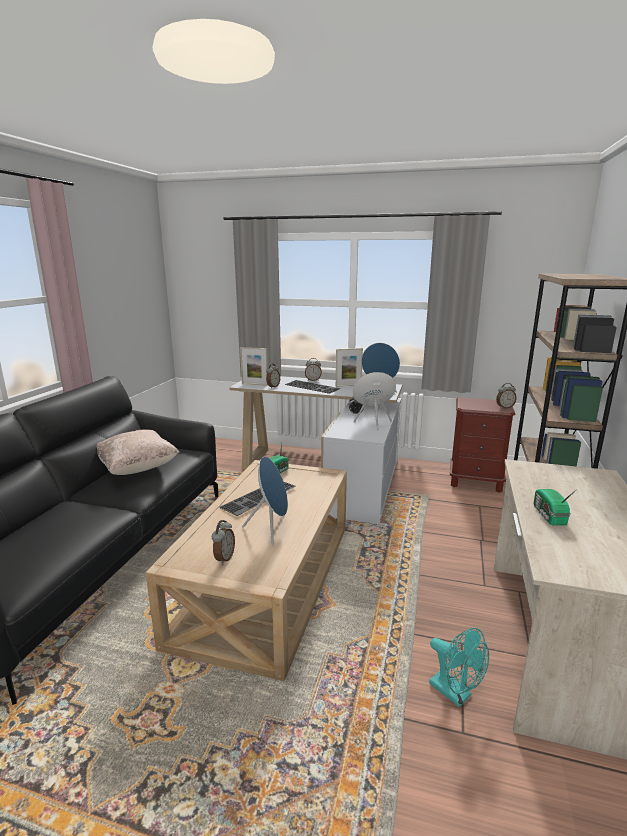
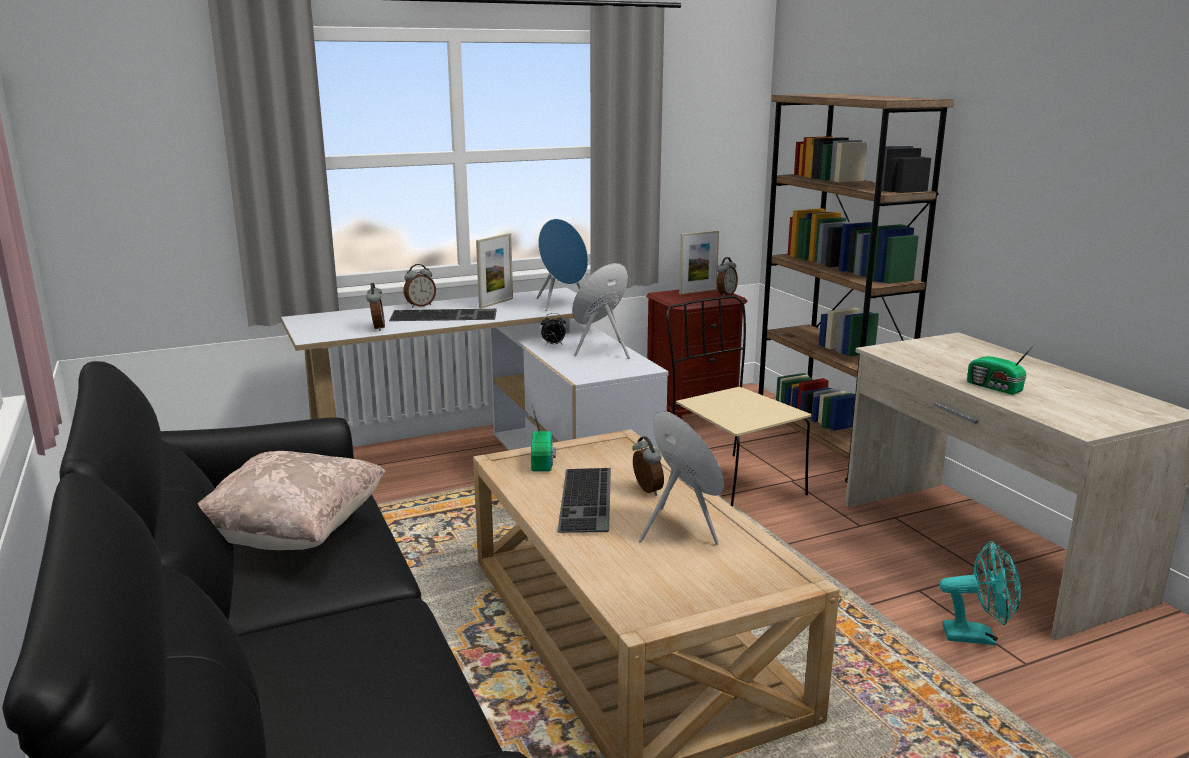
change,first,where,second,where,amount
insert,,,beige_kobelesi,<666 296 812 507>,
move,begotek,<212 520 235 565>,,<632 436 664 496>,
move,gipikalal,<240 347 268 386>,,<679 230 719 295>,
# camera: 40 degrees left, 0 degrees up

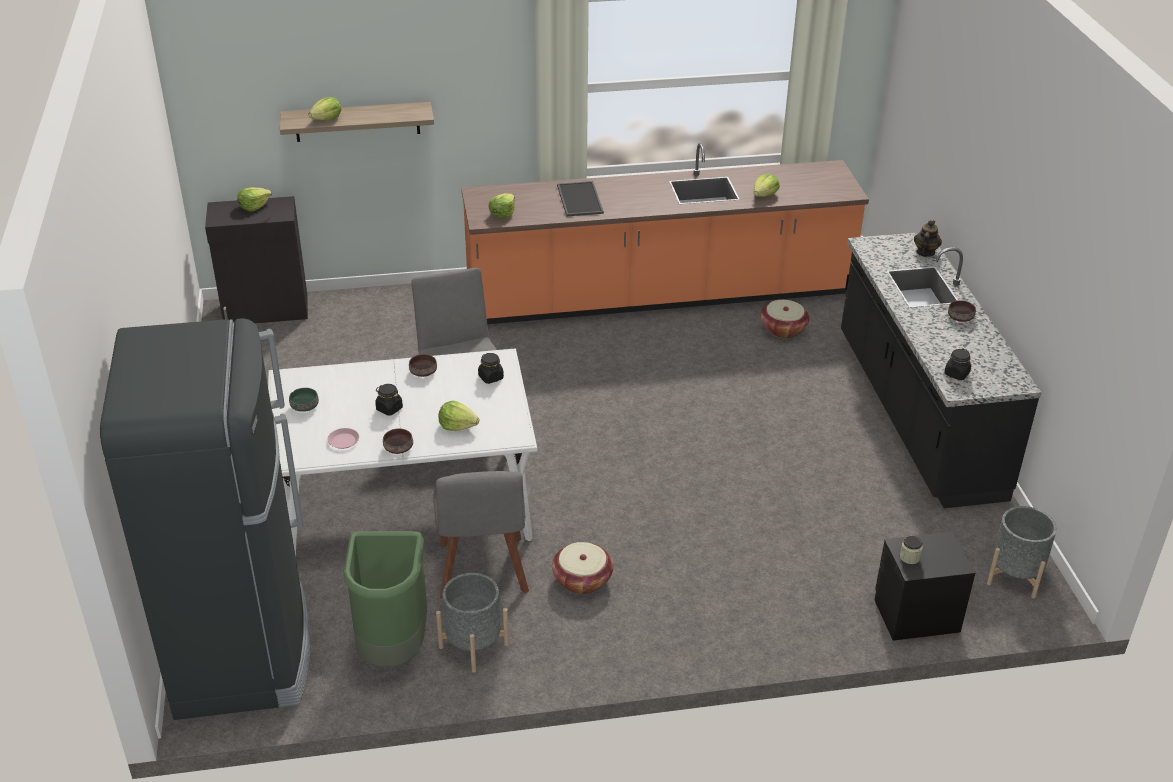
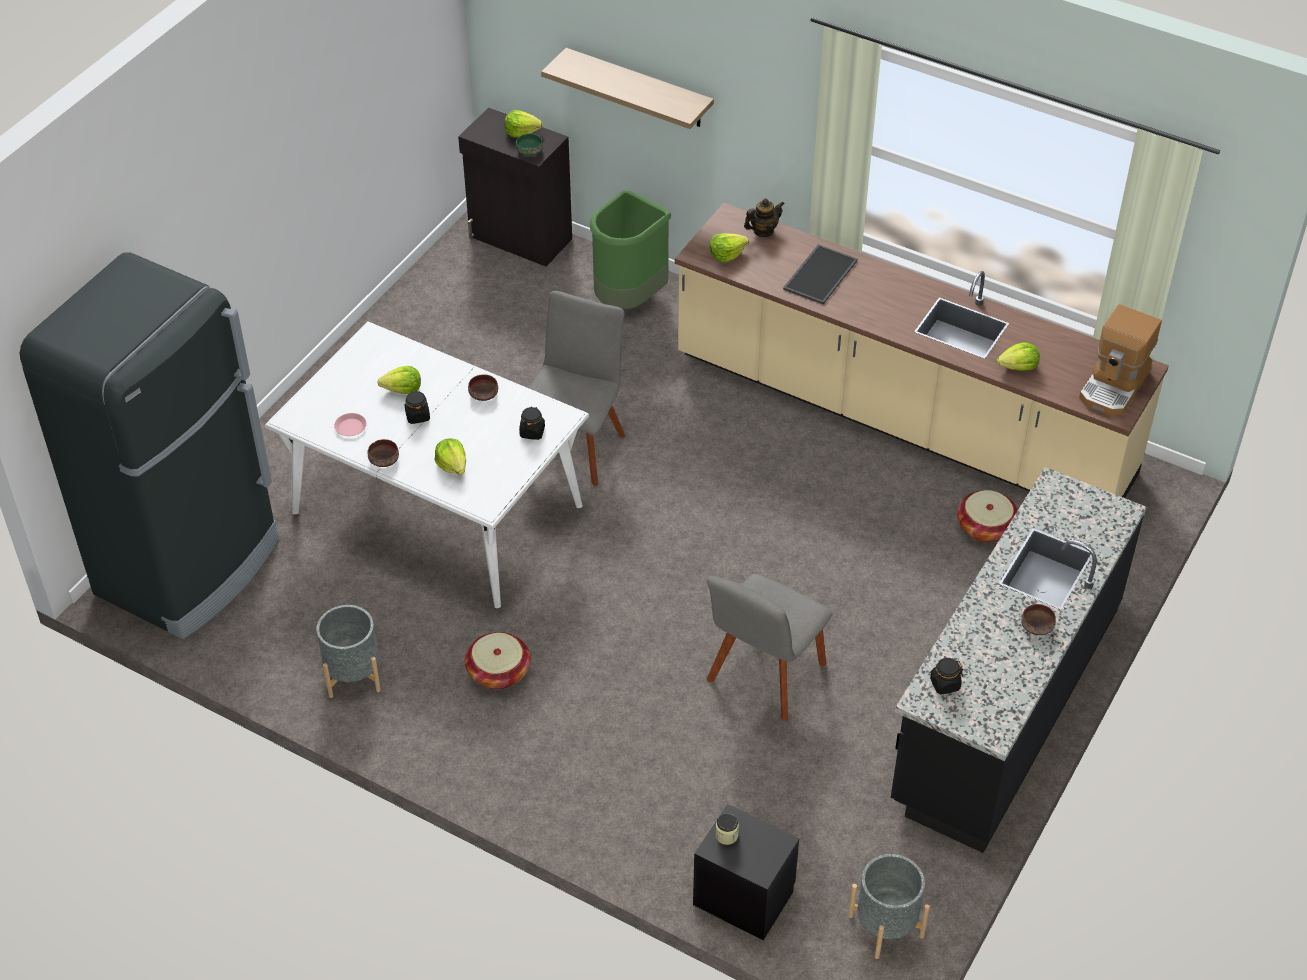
change,first,where,second,where,amount
insert,,,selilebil,<1079 304 1162 416>,
move,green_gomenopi,<289 388 319 412>,,<516 134 543 156>,
move,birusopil,<309 97 342 120>,,<377 366 421 394>,
move,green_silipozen,<343 531 427 667>,,<590 190 671 309>,
move,grey_kobelesi,<433 471 529 599>,,<707 574 832 721>,
move,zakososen,<914 220 942 257>,,<744 198 785 237>,
recolor,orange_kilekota,<461 143 869 324>,beige_kilekota,<675 203 1169 498>,
# camera: 40 degrees right, 10 degrees up

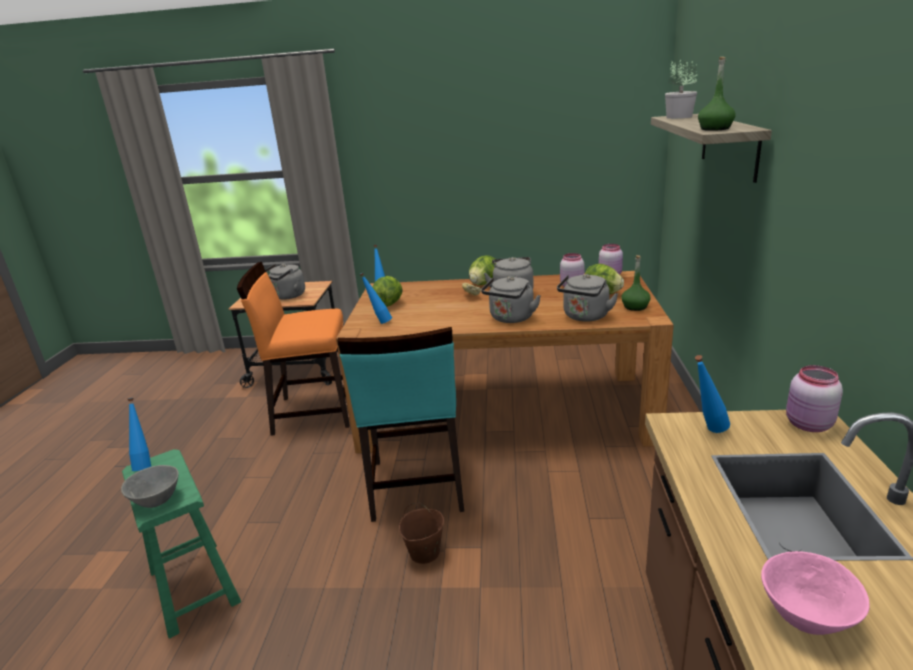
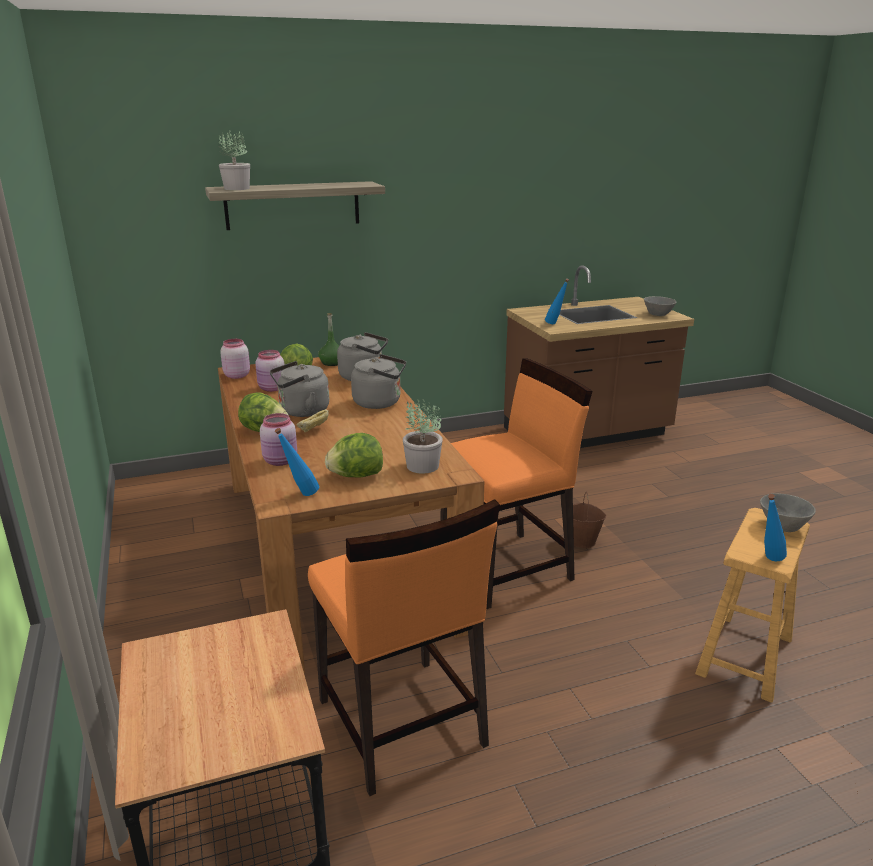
change,first,where,second,where,amount
delete,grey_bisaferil,<265 264 305 299>,,,
delete,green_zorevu,<698 57 736 131>,,,
move,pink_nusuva,<786 365 843 432>,,<260 413 297 466>,
replace,blue_zorevu,<360 273 392 324>,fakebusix,<403 399 443 474>,
recolor,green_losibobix,<122 449 241 638>,brown_losibobix,<695 508 810 703>,
recolor,turquoise_kobelesi,<337 327 464 522>,orange_kobelesi,<440 358 592 609>,
recolor,pink_gomenopi,<761 551 870 635>,grey_gomenopi,<644 296 676 316>,
# camera: 115 degrees left, 0 degrees up

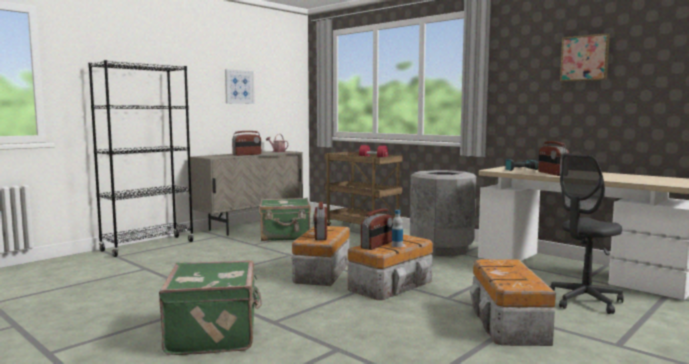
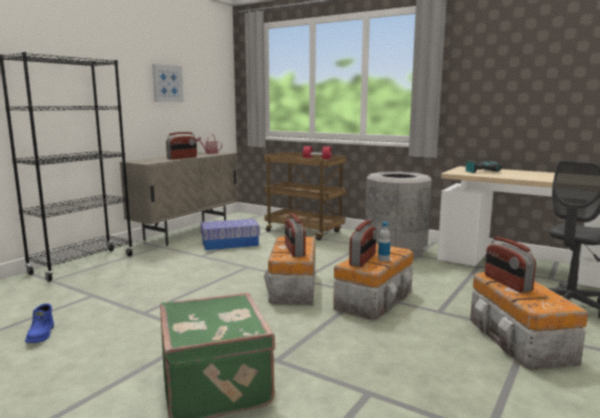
change,first,where,second,where,amount
delete,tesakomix,<560 33 610 82>,,,
insert,,,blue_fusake,<25 303 54 343>,
move,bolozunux,<538 141 569 176>,,<485 237 536 293>,
replace,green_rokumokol,<259 198 311 241>,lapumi,<200 219 260 250>,
# camera: 10 degrees left, 5 degrees up

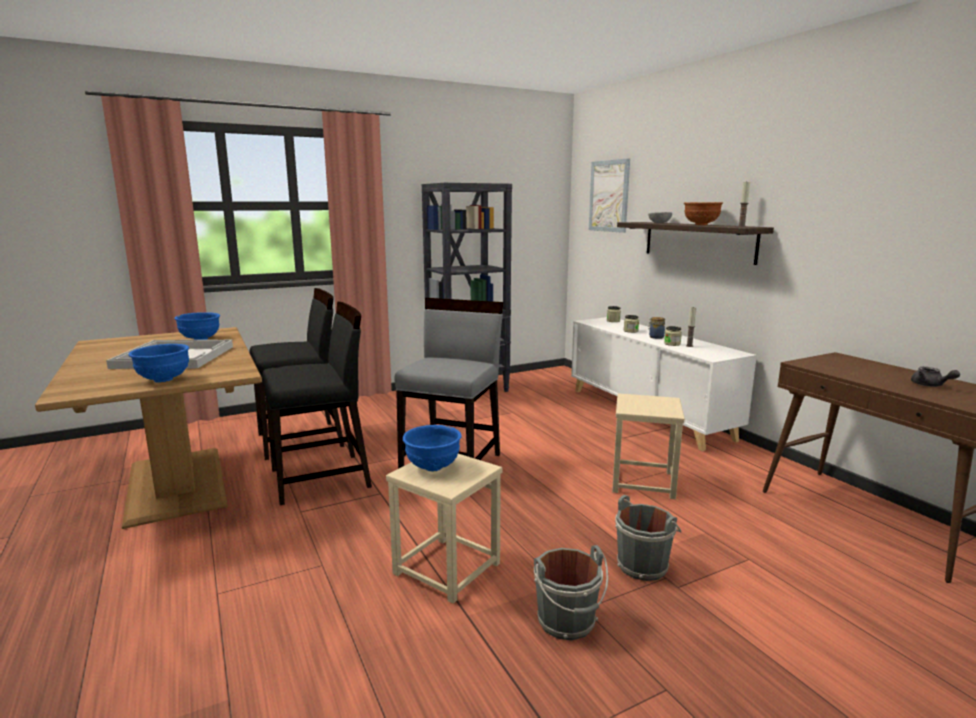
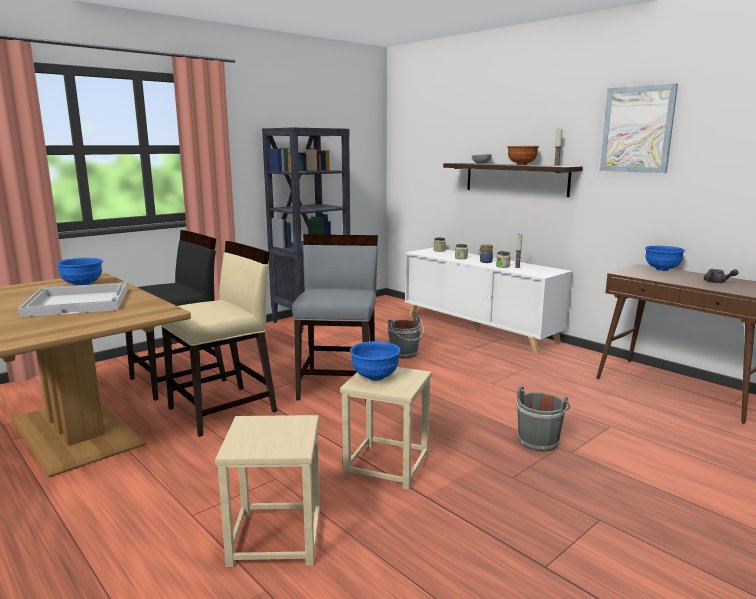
change,first,where,second,where,amount
move,blue_gomenopi,<128 344 189 383>,,<645 246 685 271>,
move,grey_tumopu,<534 545 608 640>,,<387 314 424 358>,
move,tesakomix,<589 158 630 233>,,<600 83 678 173>,
move,beige_losibobix,<612 393 685 499>,,<215 415 320 567>,
recolor,black_kobelesi,<262 302 372 505>,beige_kobelesi,<161 241 277 437>,
# camera: 15 degrees left, 0 degrees up

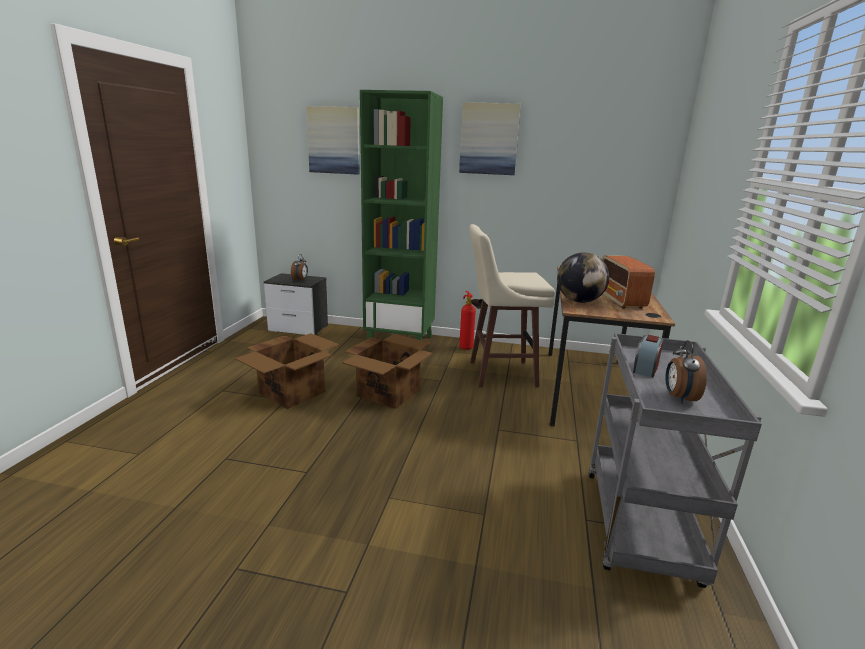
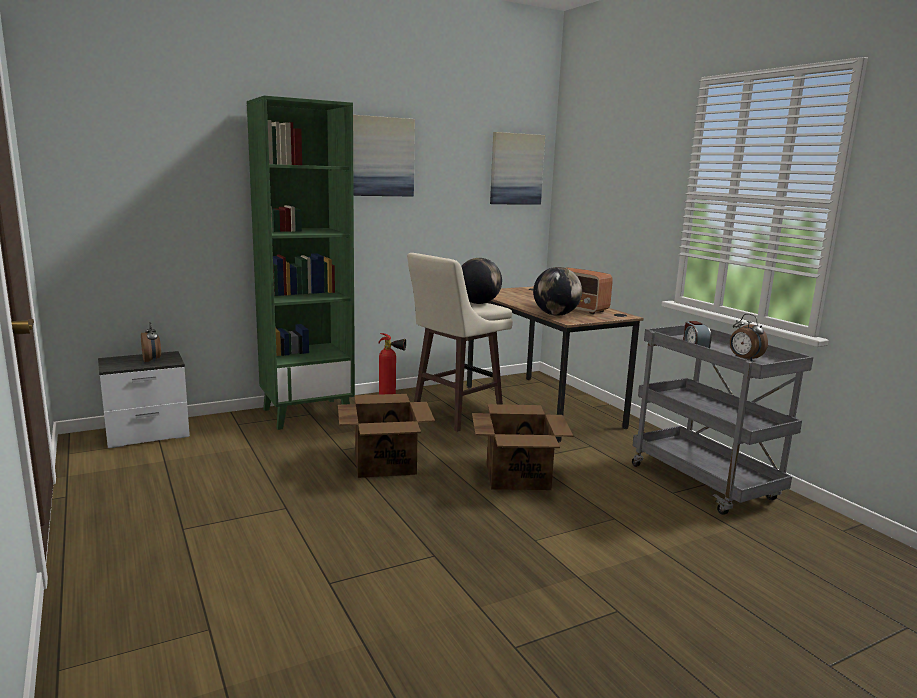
change,first,where,second,where,amount
insert,,,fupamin,<461 258 502 304>,
move,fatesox,<235 333 340 409>,,<472 404 573 490>,
move,tesakomix,<306 106 360 175>,,<490 132 545 205>,
# camera: 40 degrees left, 5 degrees down

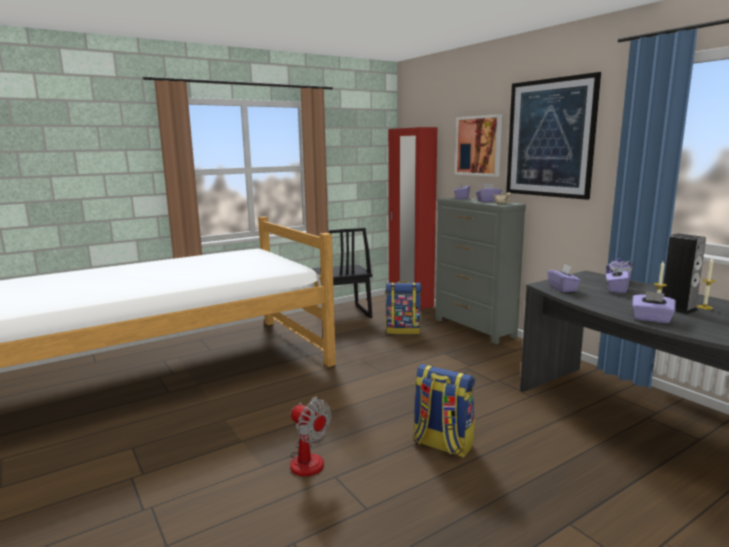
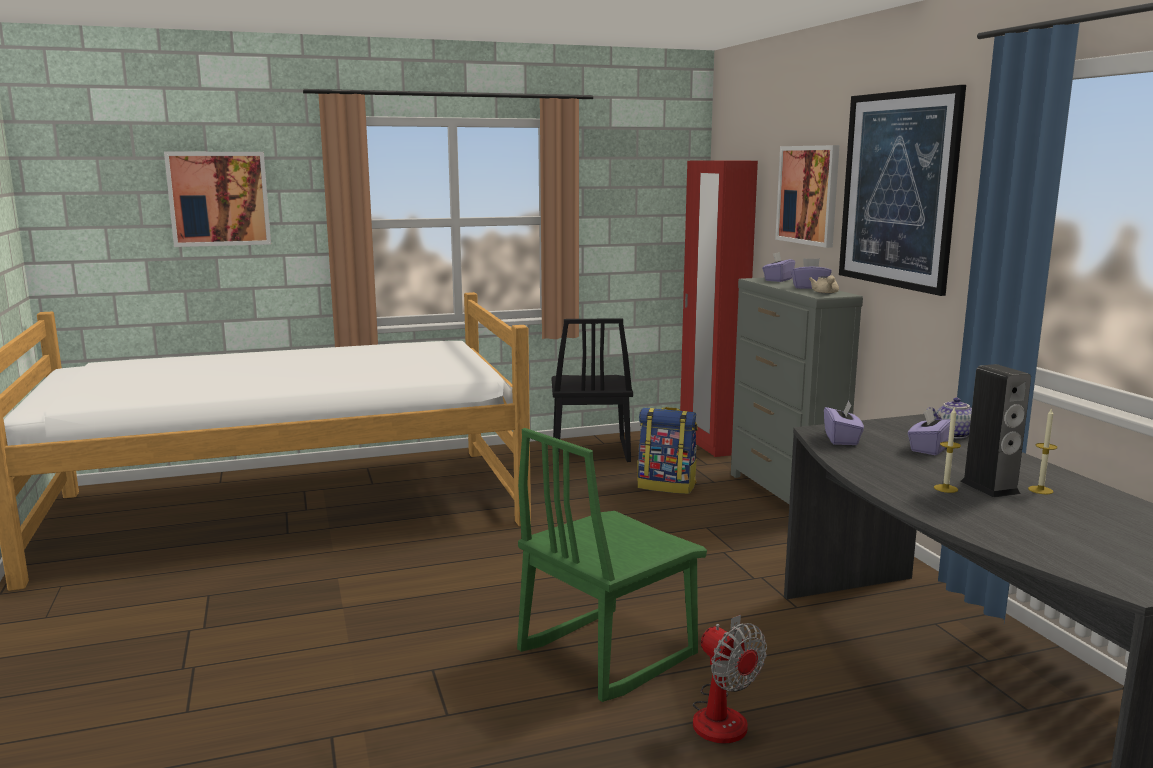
change,first,where,second,where,amount
delete,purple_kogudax,<632 291 676 323>,,,
insert,,,tesakomix,<164 152 271 247>,
move,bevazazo,<290 396 331 476>,,<693 615 767 743>,
replace,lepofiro,<413 364 475 458>,green_kobelesi,<517 428 707 702>,
# camera: 15 degrees right, 0 degrees up

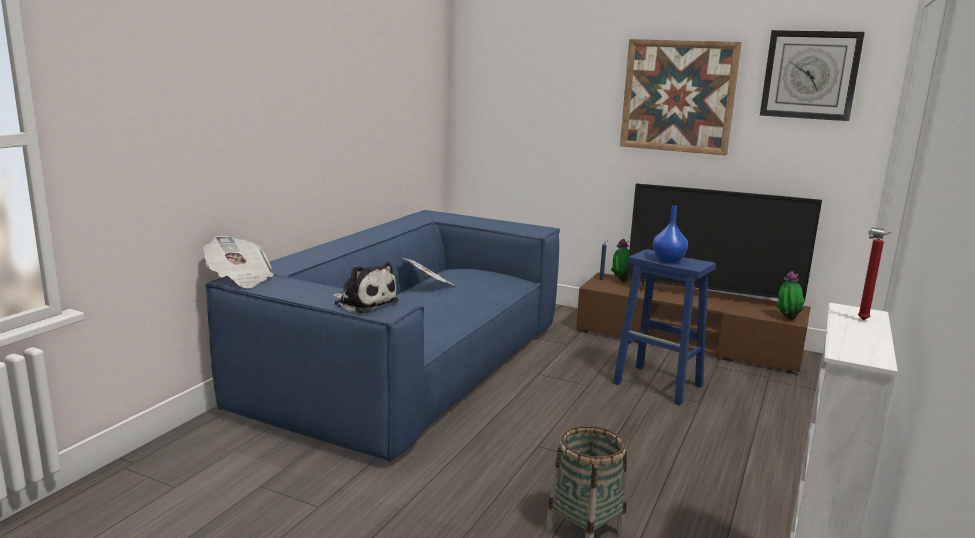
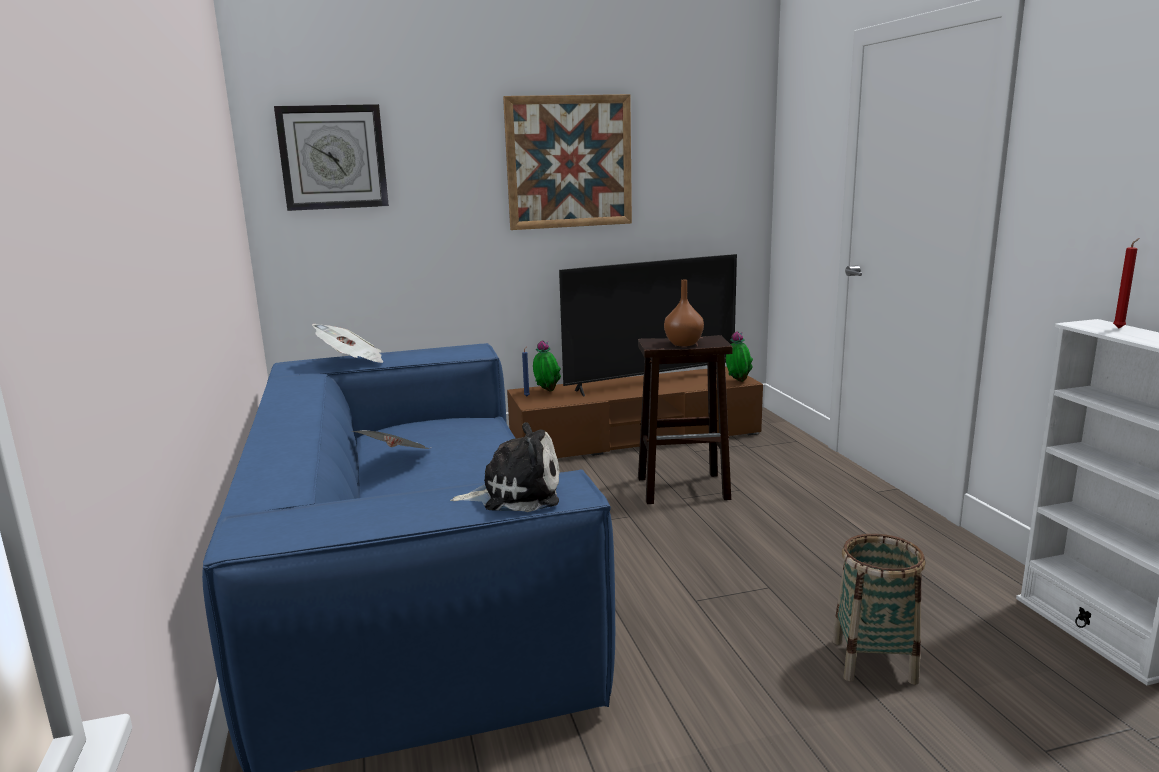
change,first,where,second,where,amount
move,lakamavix,<203 236 274 288>,,<312 324 383 363>,
move,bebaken,<760 30 865 121>,,<274 104 389 211>,
recolor,blue_losibobix,<613 249 716 405>,brown_losibobix,<638 335 733 504>,
recolor,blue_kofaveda,<653 206 688 263>,brown_kofaveda,<664 280 704 346>,
# camera: 40 degrees left, 0 degrees up

